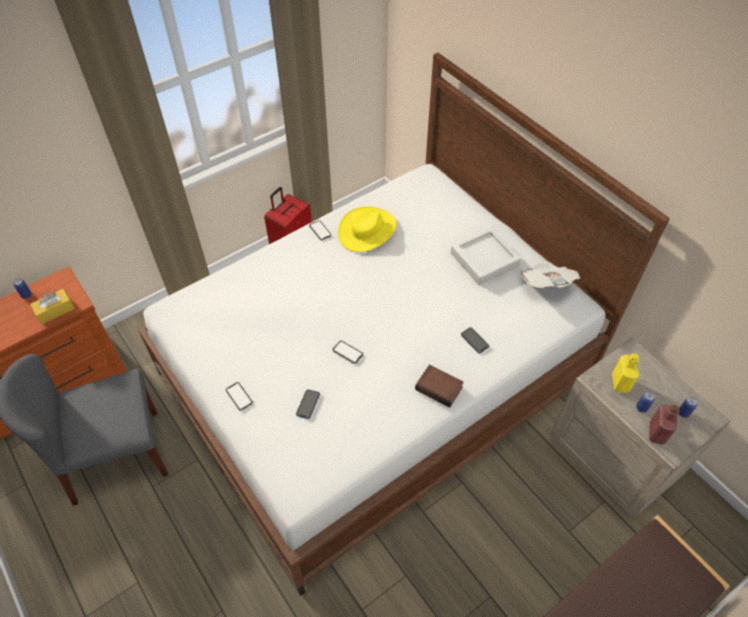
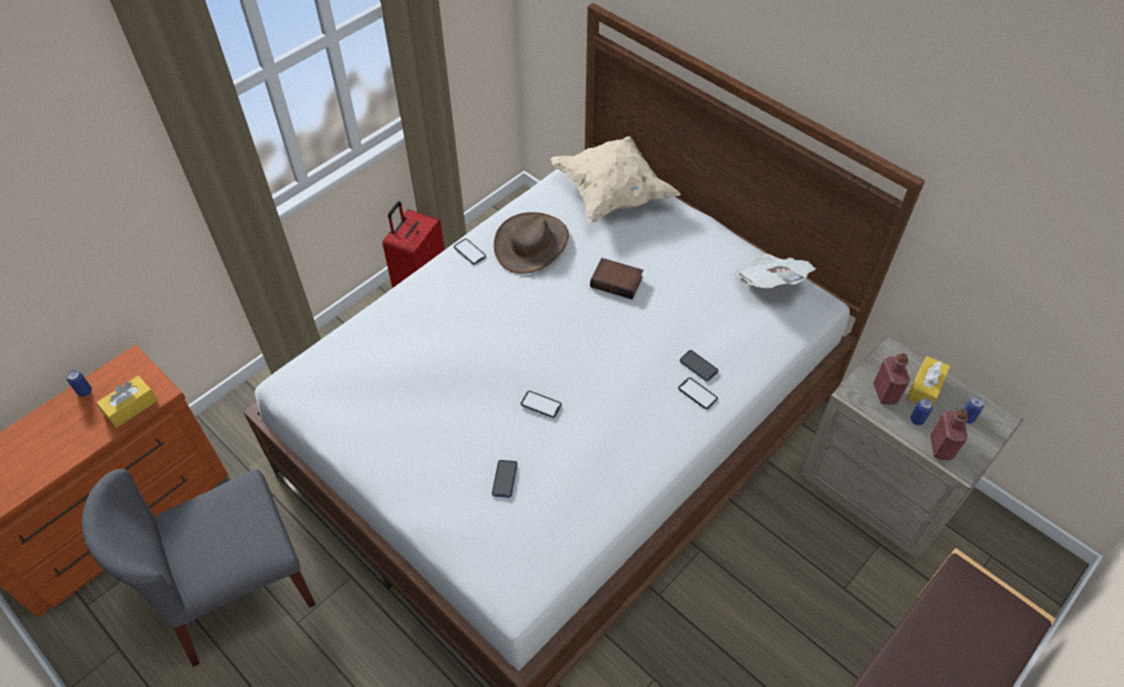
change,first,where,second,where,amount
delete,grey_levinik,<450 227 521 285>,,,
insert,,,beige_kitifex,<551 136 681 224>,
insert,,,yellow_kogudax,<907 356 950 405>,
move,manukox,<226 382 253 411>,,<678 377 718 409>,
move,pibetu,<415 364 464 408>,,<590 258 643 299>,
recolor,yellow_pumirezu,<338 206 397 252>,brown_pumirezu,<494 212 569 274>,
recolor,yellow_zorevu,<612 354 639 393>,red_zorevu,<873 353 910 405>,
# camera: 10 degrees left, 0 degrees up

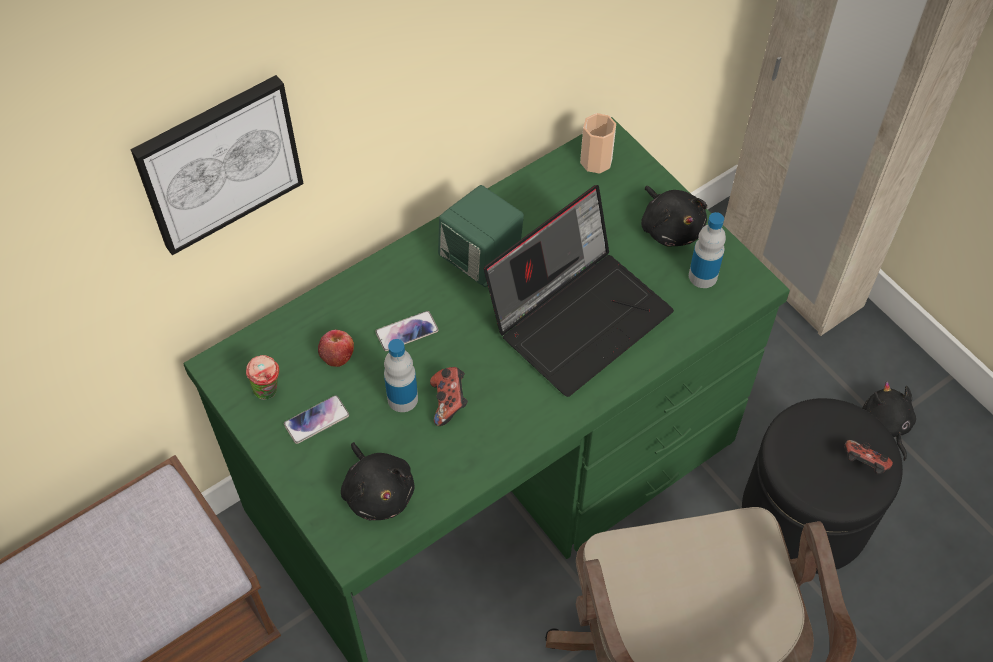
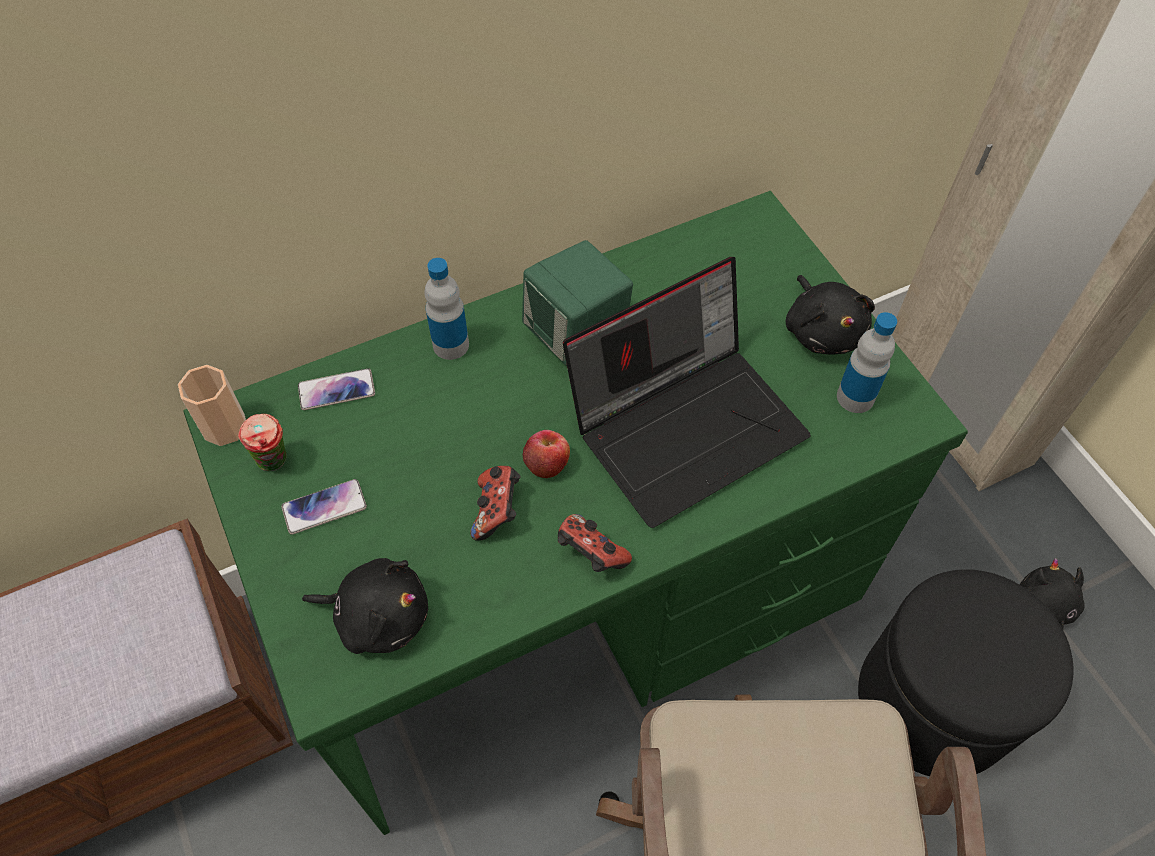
change,first,where,second,where,amount
delete,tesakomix,<130 75 304 255>,,,
move,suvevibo,<318 330 354 367>,,<523 430 570 478>,
move,manukox,<375 311 438 351>,,<298 368 375 410>,
move,zorevu,<384 339 418 412>,,<424 258 469 360>,
move,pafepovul,<580 113 616 173>,,<178 365 246 446>,
move,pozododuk,<844 440 893 474>,,<558 514 632 572>,
rotate,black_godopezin,<341 442 414 520>,,<302 558 428 654>,60 degrees counterclockwise
# camera: 10 degrees right, 0 degrees up

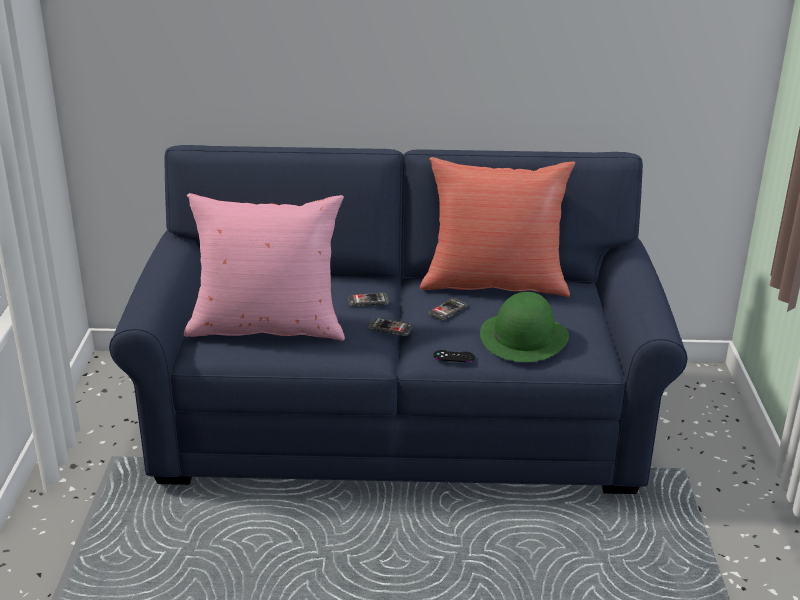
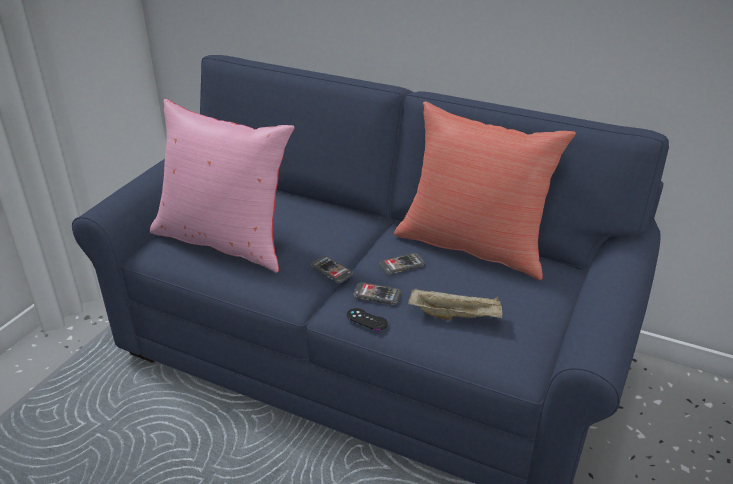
change,first,where,second,where,amount
move,manukox,<347 292 389 307>,,<353 282 402 305>,
replace,green_pumirezu,<480 292 569 362>,beige_levinik,<408 288 502 320>,
# camera: 25 degrees right, 5 degrees up

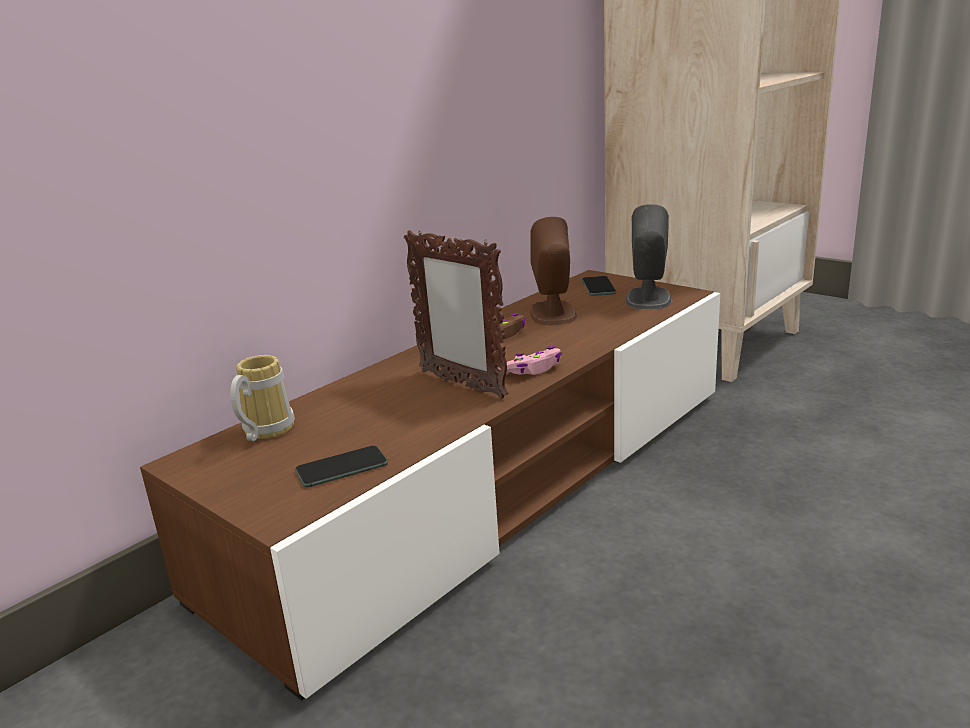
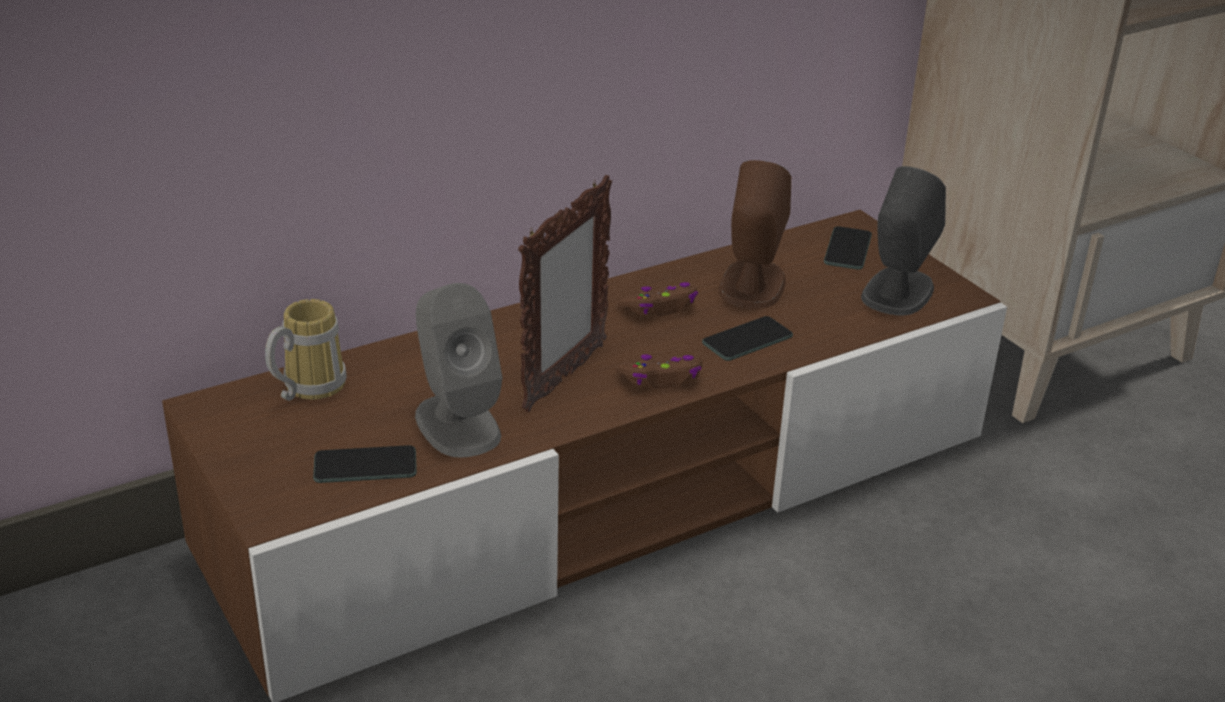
change,first,where,second,where,amount
insert,,,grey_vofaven,<415 283 502 458>,
insert,,,manukox,<702 316 793 361>,
recolor,pink_pozododuk,<498 346 562 375>,brown_pozododuk,<616 354 702 389>,
rotate,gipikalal,<404 230 508 399>,,<518 175 612 412>,120 degrees counterclockwise
# camera: 15 degrees right, 10 degrees up

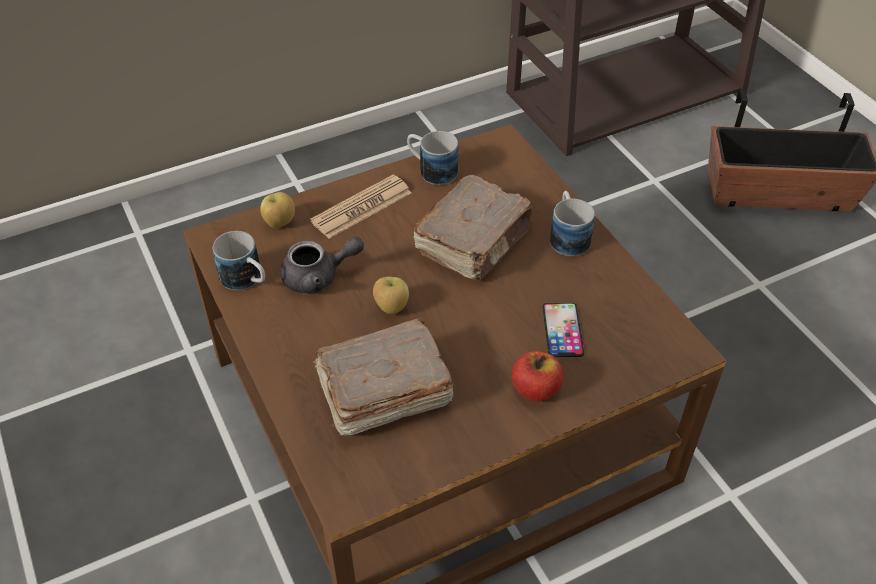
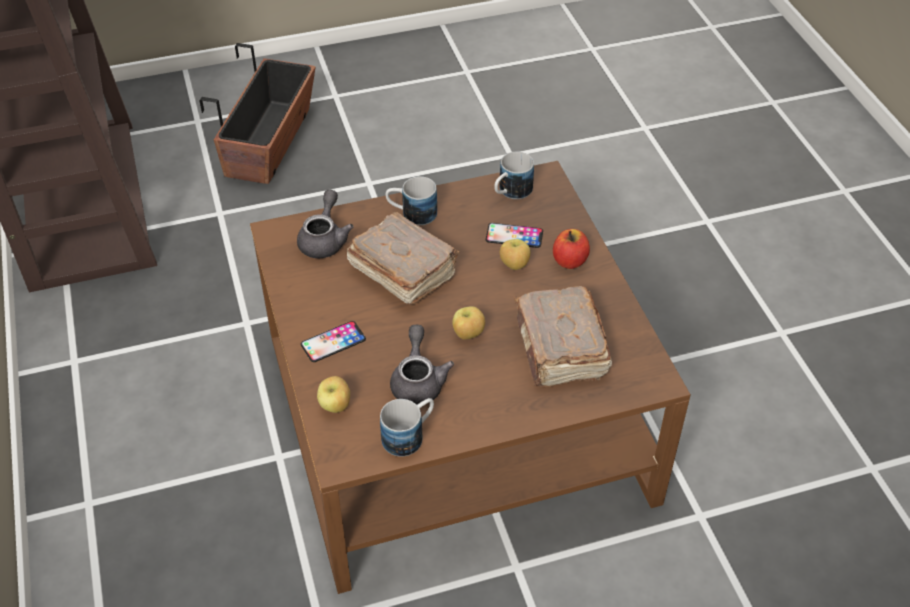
change,first,where,second,where,amount
insert,,,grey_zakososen,<297 189 353 258>,
insert,,,suvevibo,<500 239 530 270>,
move,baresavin,<407 131 458 185>,,<494 152 534 199>,
replace,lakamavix,<310 175 411 239>,manukox,<301 321 366 362>,
# camera: 80 degrees left, 0 degrees up

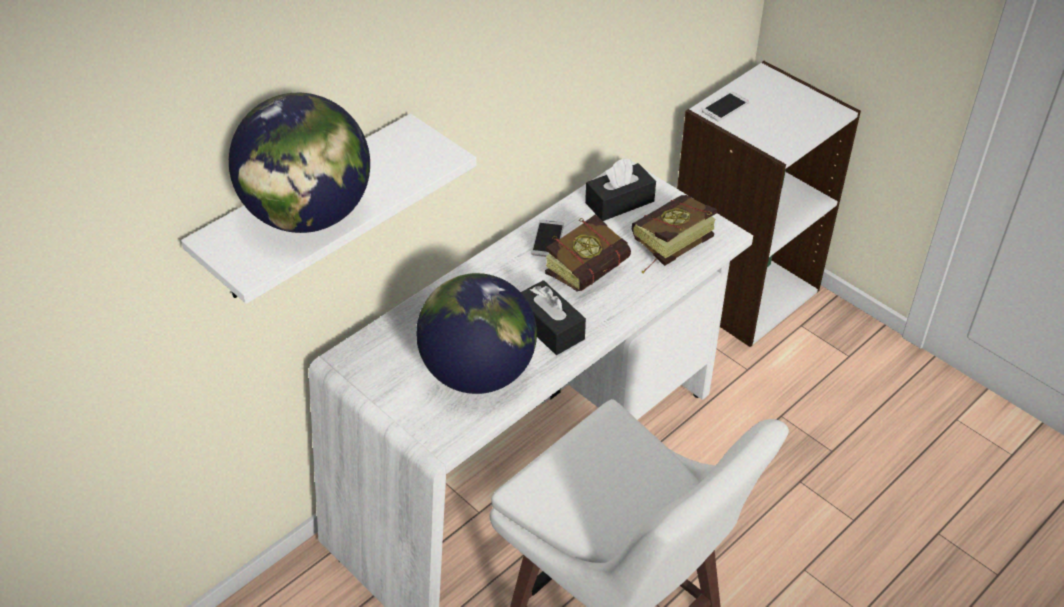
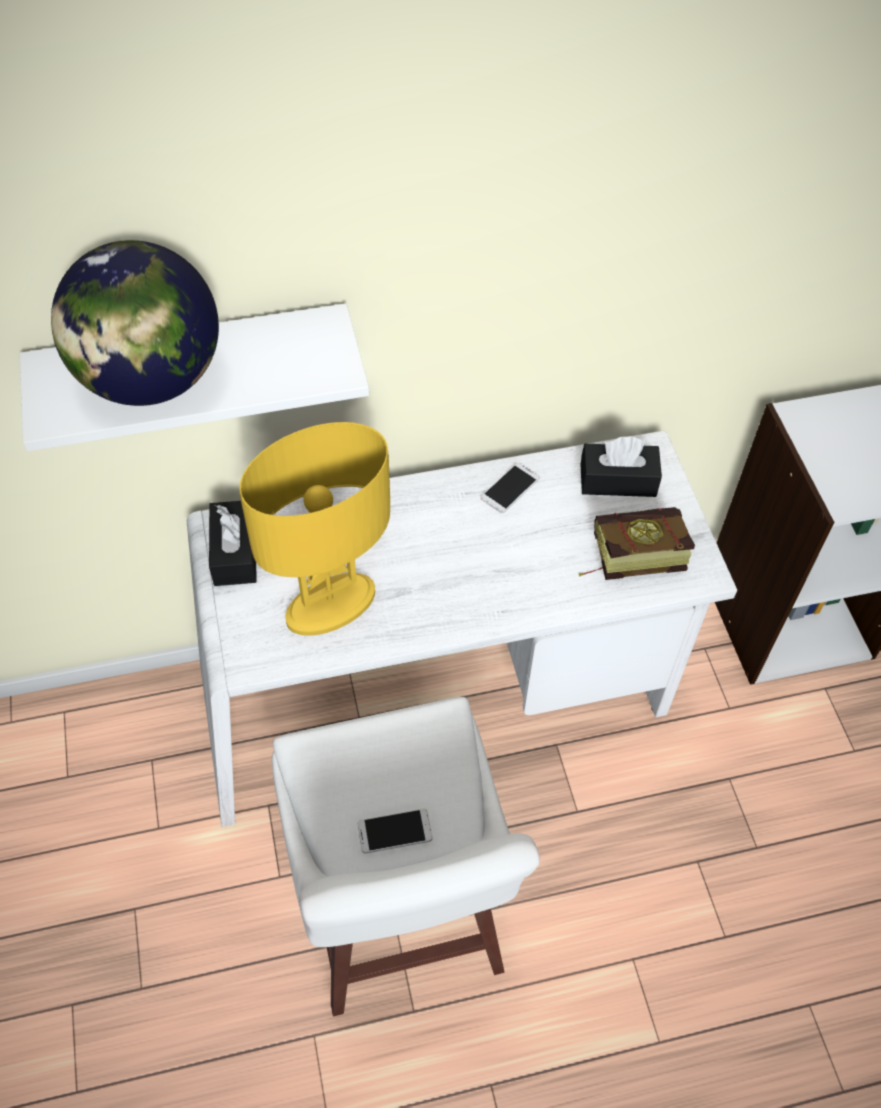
change,first,where,second,where,amount
delete,pibetu,<545 215 631 292>,,,
move,black_kogudax,<521 280 586 355>,,<209 501 257 586>,
move,manukox,<702 92 749 121>,,<358 809 432 853>,
replace,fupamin,<416 273 537 394>,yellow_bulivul,<239 422 390 636>,
# camera: 30 degrees right, 10 degrees up

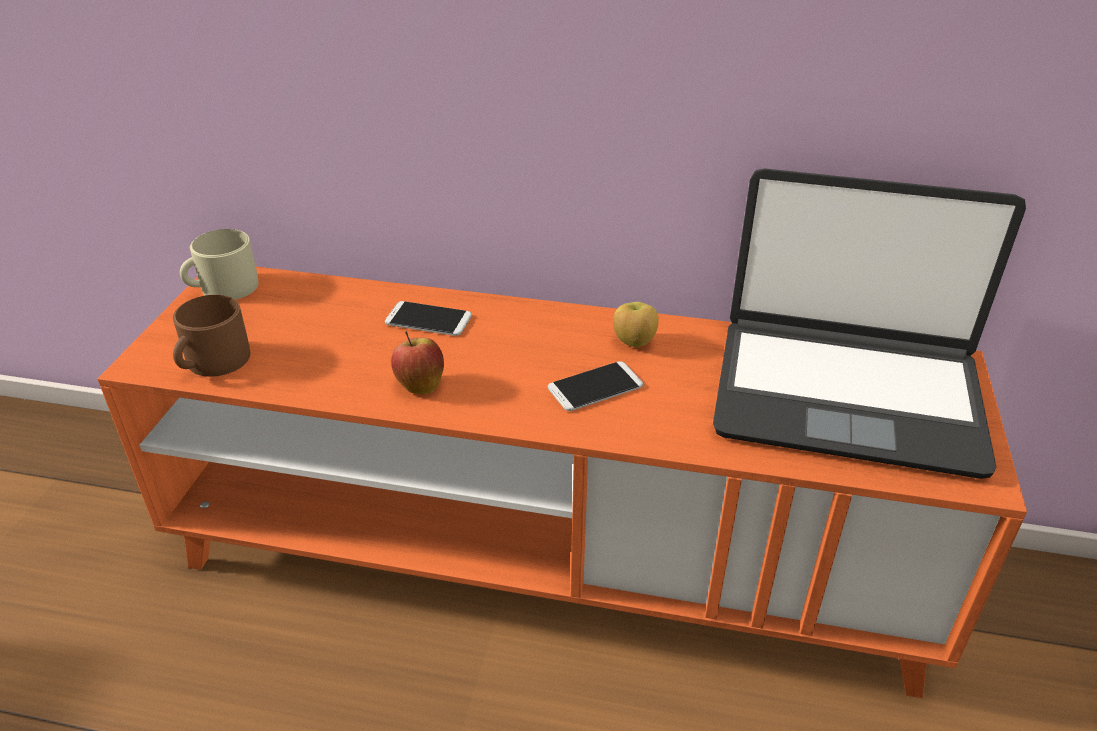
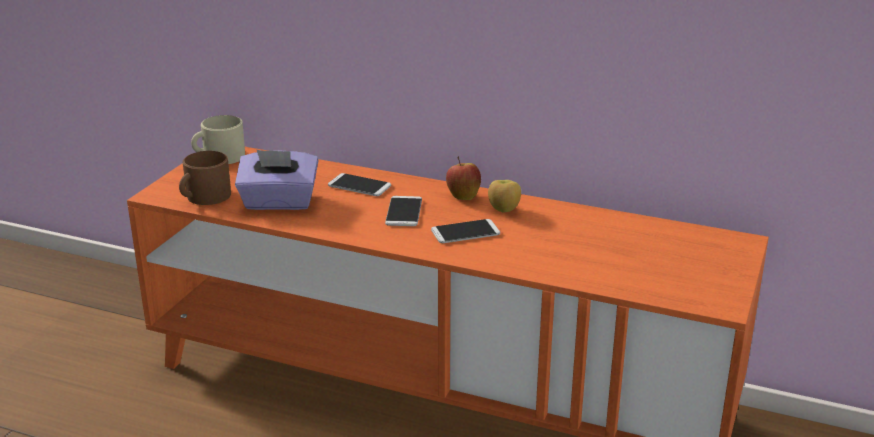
change,first,where,second,where,amount
delete,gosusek,<713 168 1026 479>,,,
insert,,,purple_kogudax,<235 150 318 210>,
insert,,,manukox,<385 196 422 226>,
move,suvevibo,<391 331 444 394>,,<446 156 481 200>,
# camera: 10 degrees right, 10 degrees down

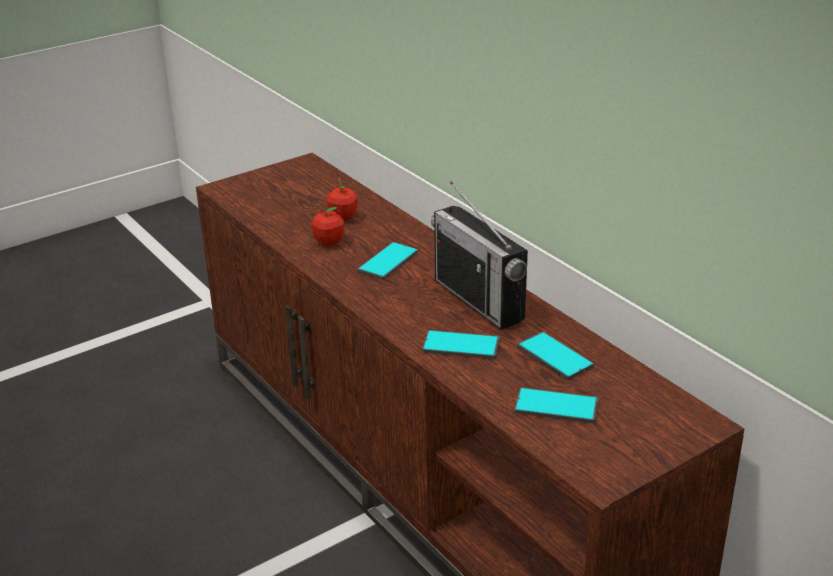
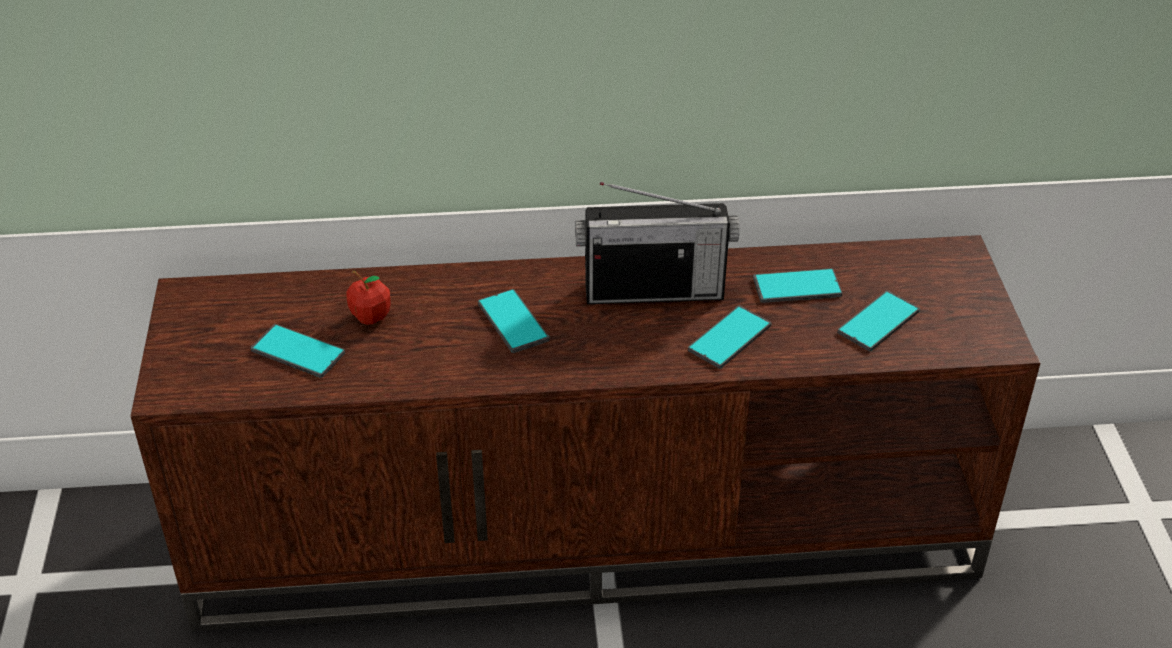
change,first,where,second,where,amount
delete,suvevibo,<312 204 344 246>,,,
insert,,,manukox,<250 324 345 378>,
# camera: 60 degrees left, 10 degrees up

